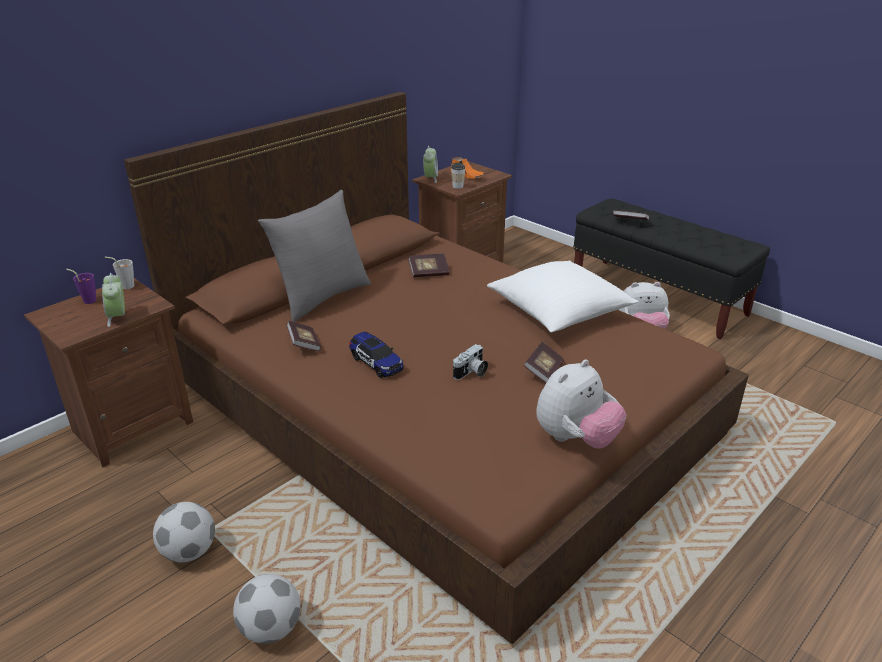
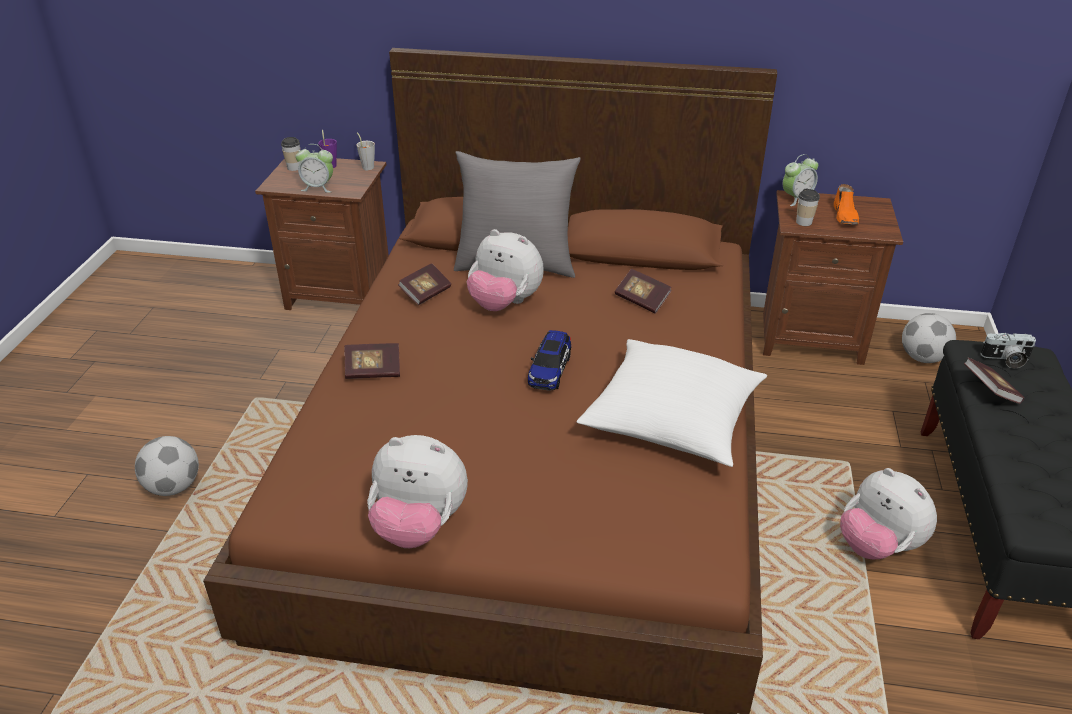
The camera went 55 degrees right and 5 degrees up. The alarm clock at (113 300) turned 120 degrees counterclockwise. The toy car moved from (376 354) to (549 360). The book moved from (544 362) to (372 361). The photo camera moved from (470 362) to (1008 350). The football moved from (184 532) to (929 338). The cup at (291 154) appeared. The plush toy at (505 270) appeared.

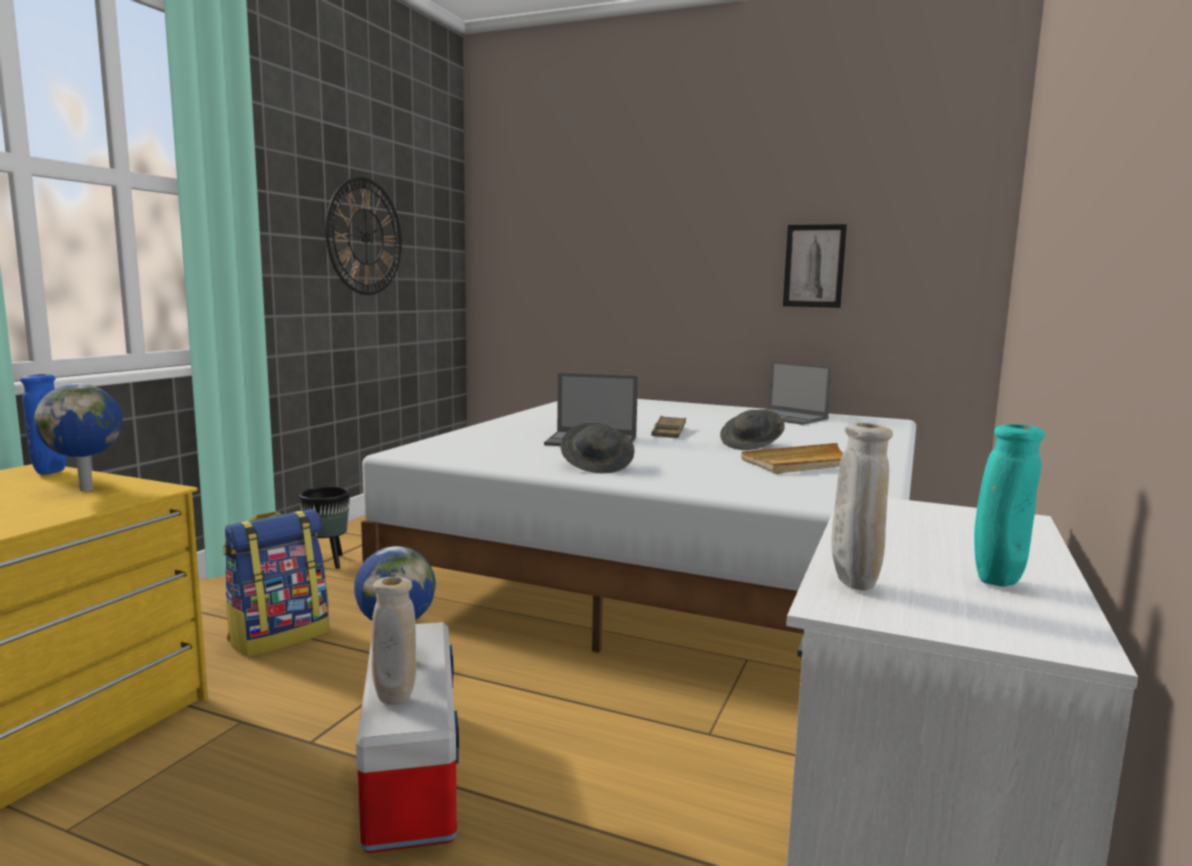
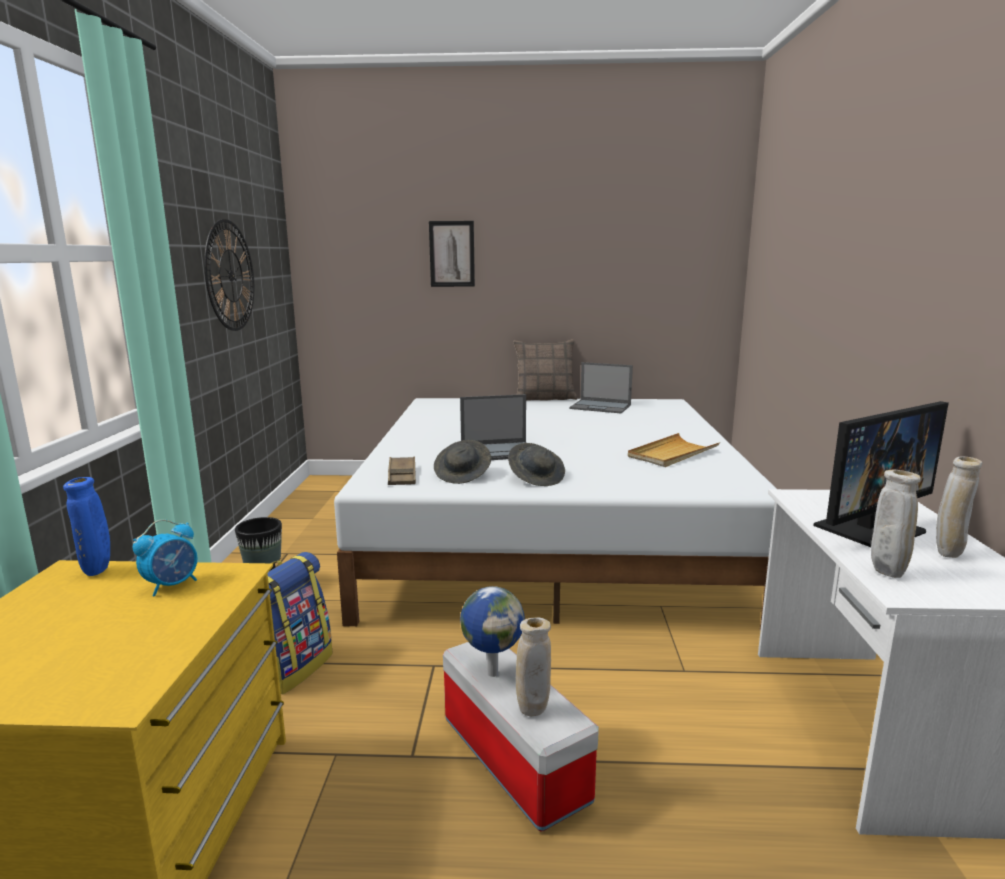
The camera went 20 degrees left and 5 degrees up. The picture moved from (815 266) to (452 254). The globe at (78 437) was replaced by the alarm clock at (165 558). The hat (grey) moved from (752 429) to (462 462). The tray (brown) moved from (668 427) to (402 471). The vase (turquoise) at (1009 505) became the vase (beige) at (959 507). The pillow at (545 370) appeared. The monitor at (881 474) appeared.

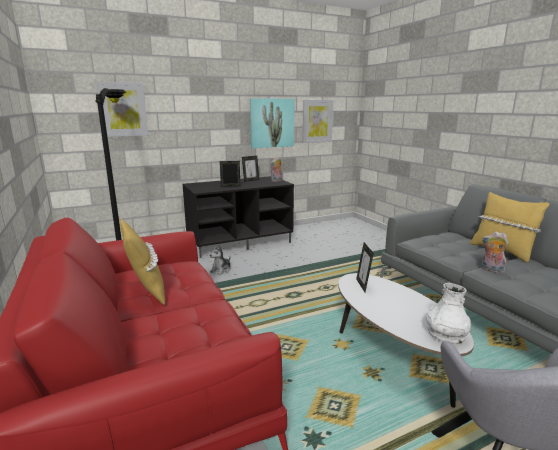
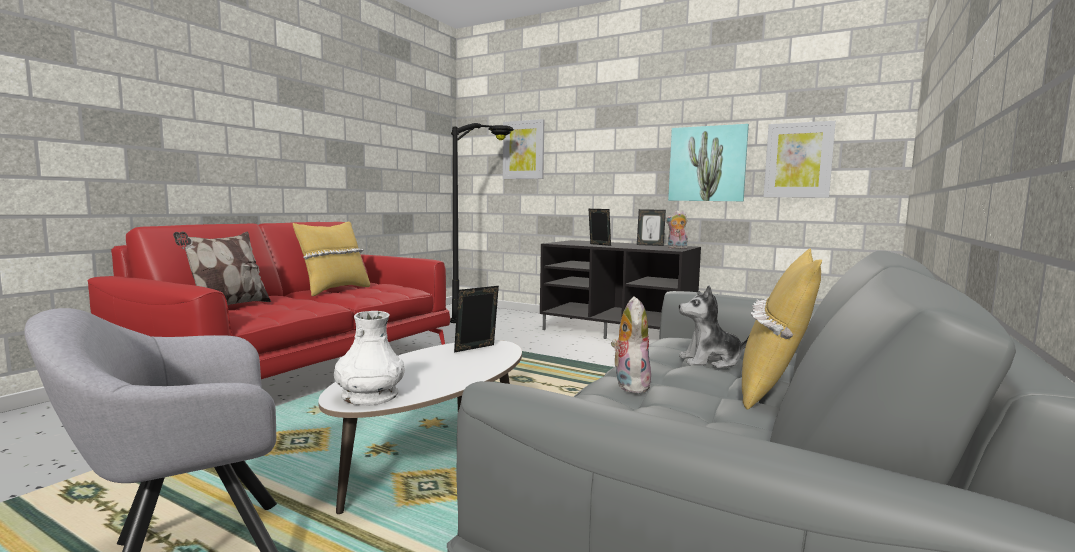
The camera went 55 degrees right and 10 degrees down. The plush toy moved from (220 260) to (714 326). The pillow at (222 268) appeared.

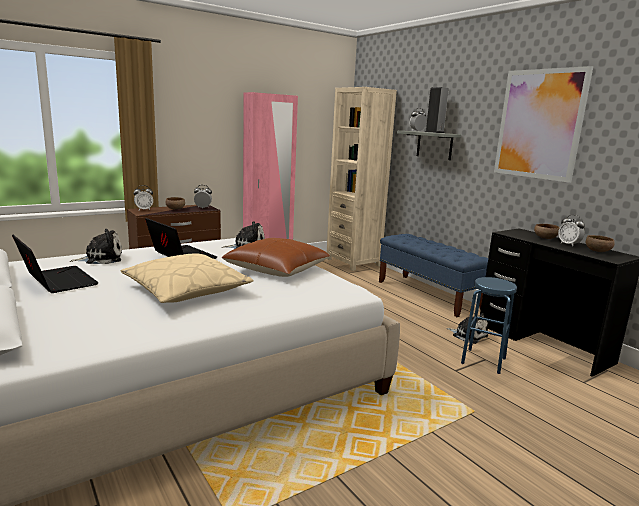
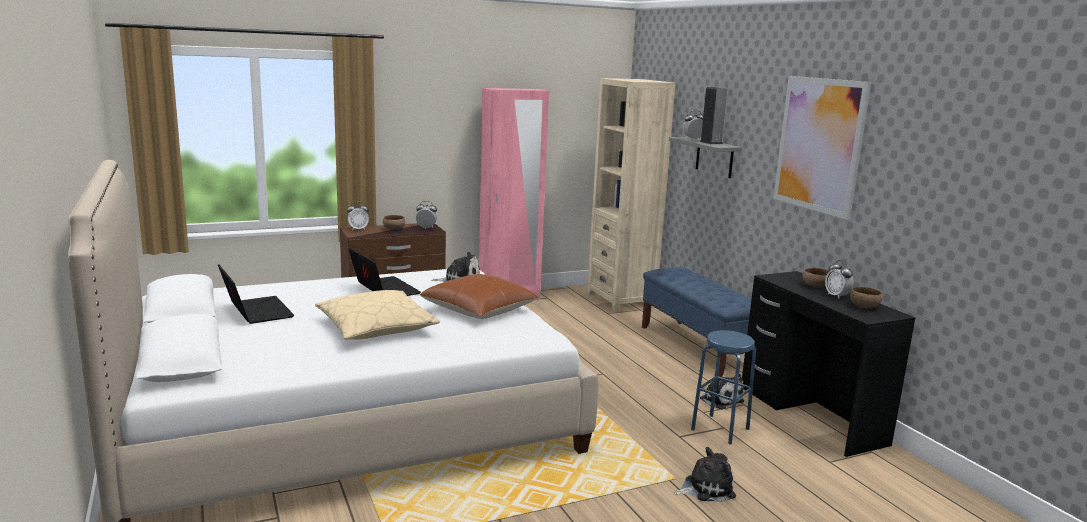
The camera went 10 degrees right and 0 degrees up. The plush toy moved from (96 246) to (705 474).

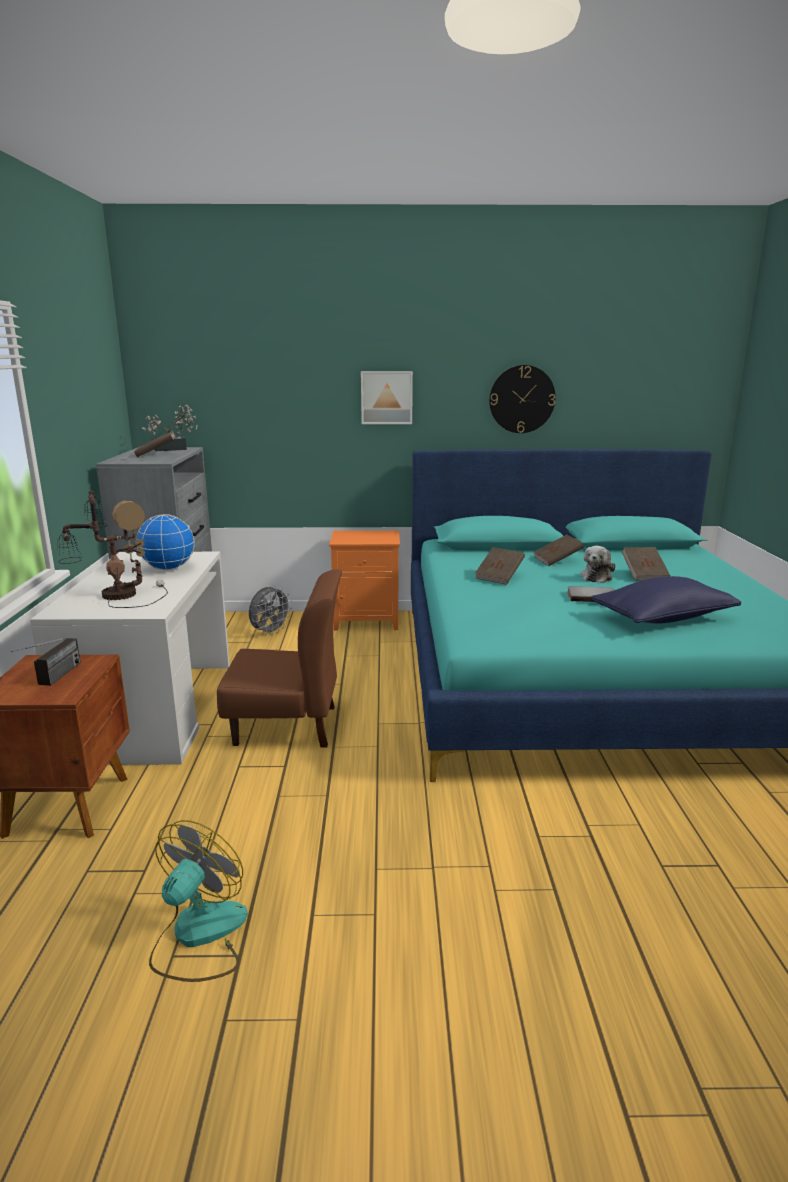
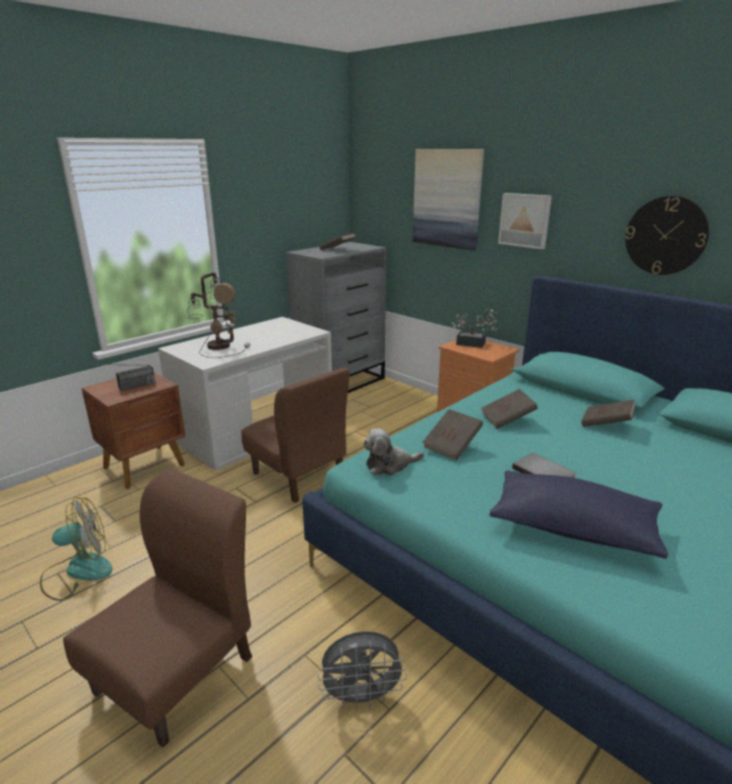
The camera went 45 degrees right and 5 degrees up. The potted plant moved from (170 428) to (474 328). The globe at (165 542) disappeared. The plush toy moved from (598 564) to (393 451). The book (brown) moved from (646 564) to (453 434). The fan (grey) moved from (270 611) to (362 670). The picture at (448 200) appeared. The chair (brown) at (157 608) appeared.

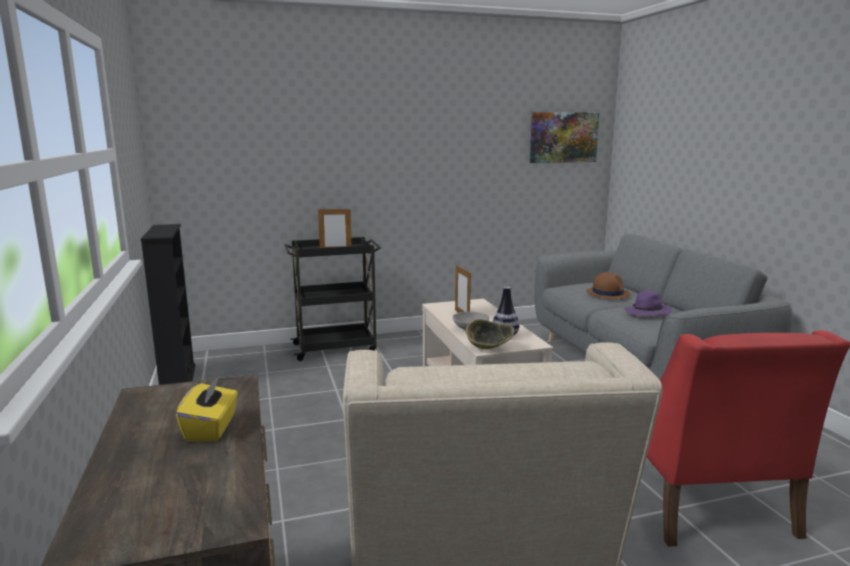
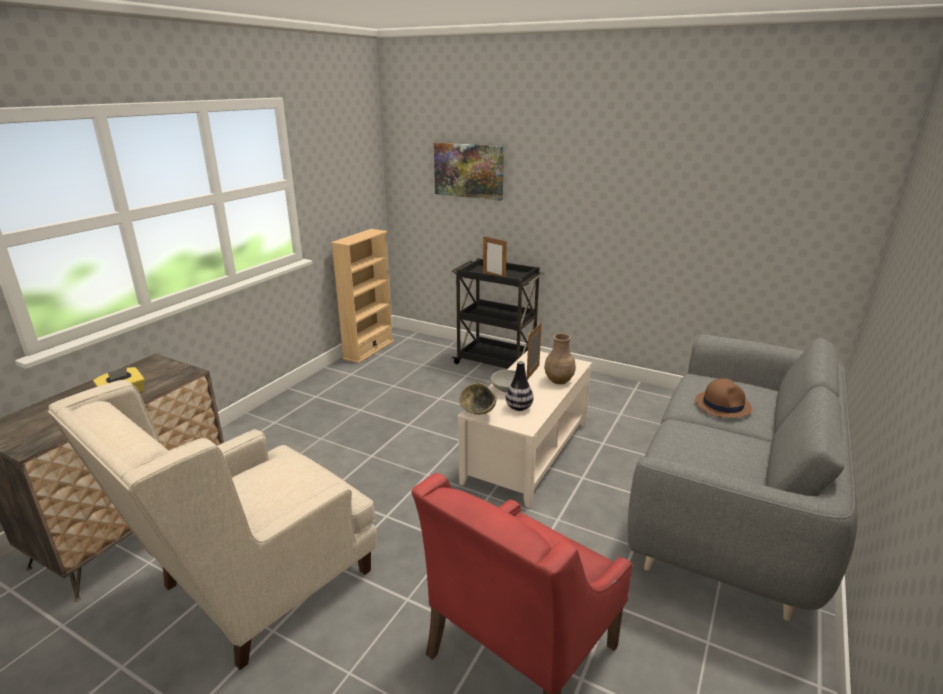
The camera went 45 degrees right and 10 degrees up. The picture moved from (565 137) to (469 171). The bookcase (black) at (168 304) became the bookcase (beige) at (362 296). The hat (purple) at (648 303) disappeared. The vase (brown) at (560 358) appeared.

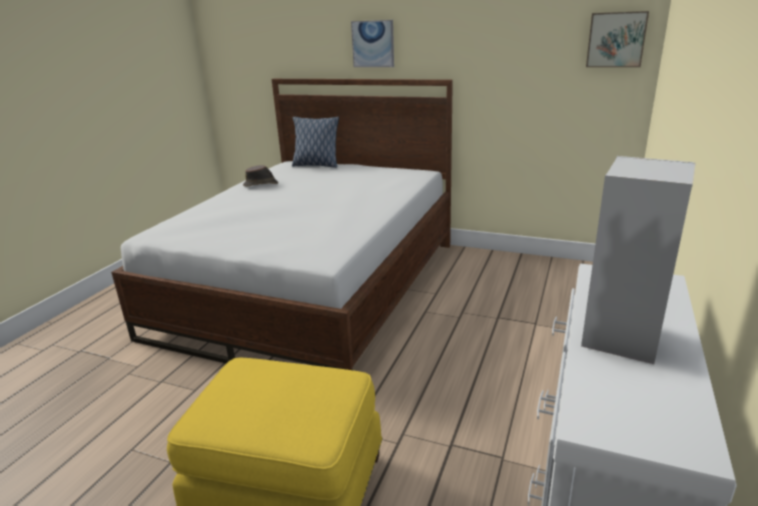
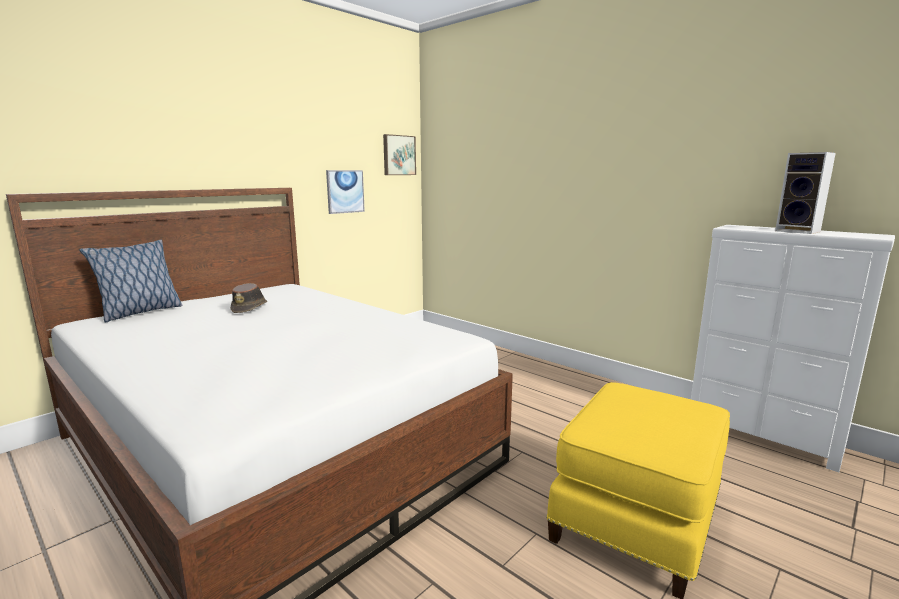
The camera went 70 degrees left and 10 degrees down. The picture moved from (372 43) to (345 192). The hat (brown) moved from (260 175) to (248 298).

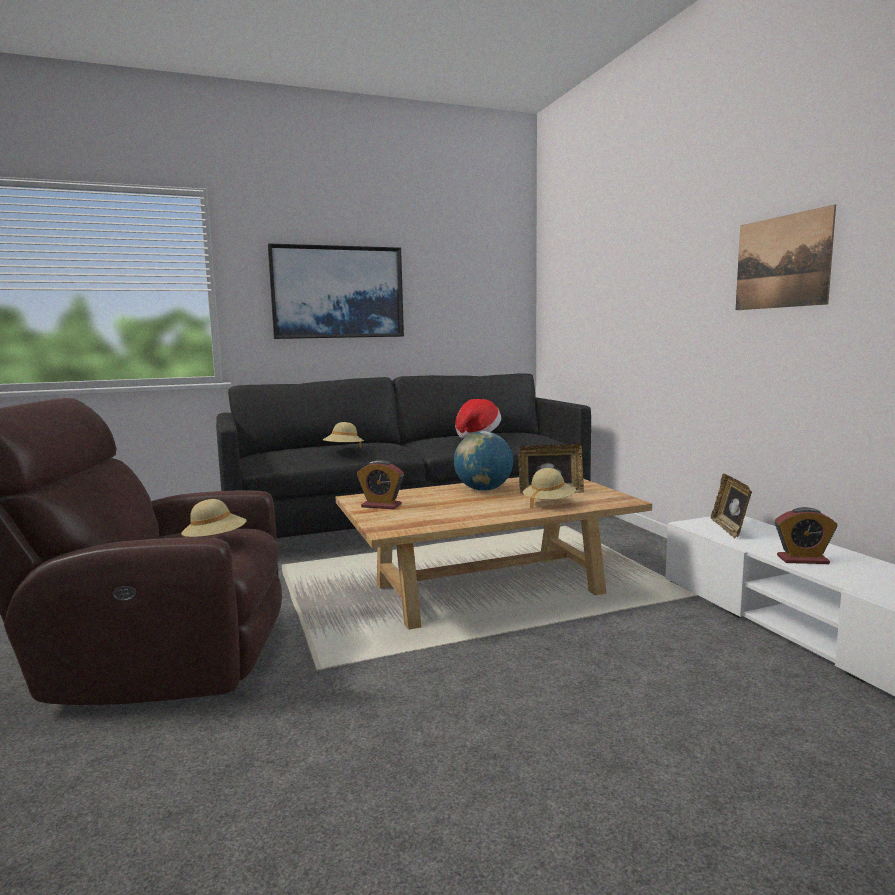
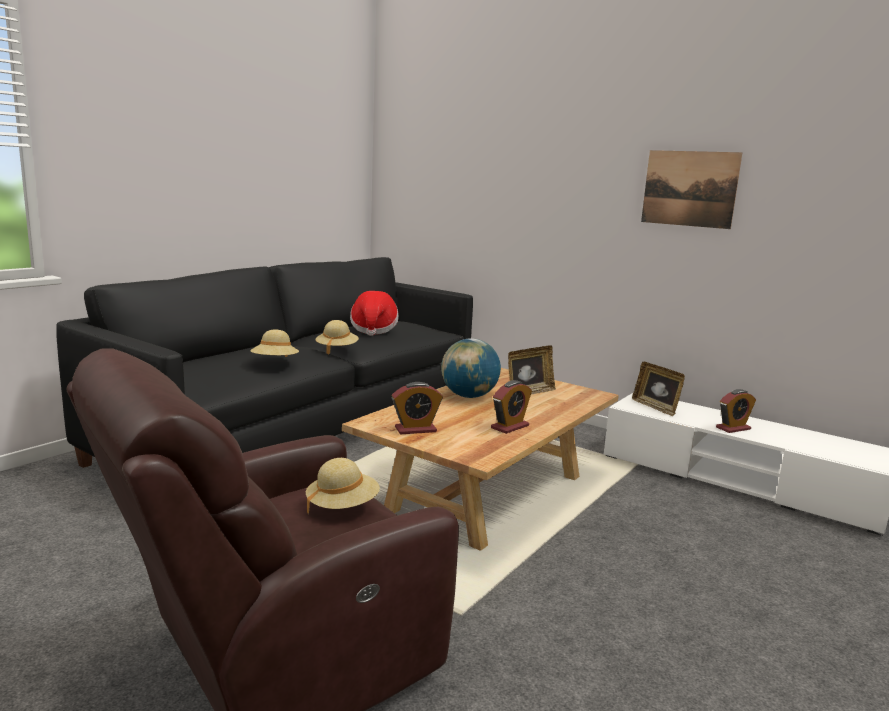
The camera went 35 degrees left and 5 degrees up. The picture at (336 291) disappeared. The hat (beige) moved from (549 488) to (337 337). The alarm clock at (511 407) appeared.

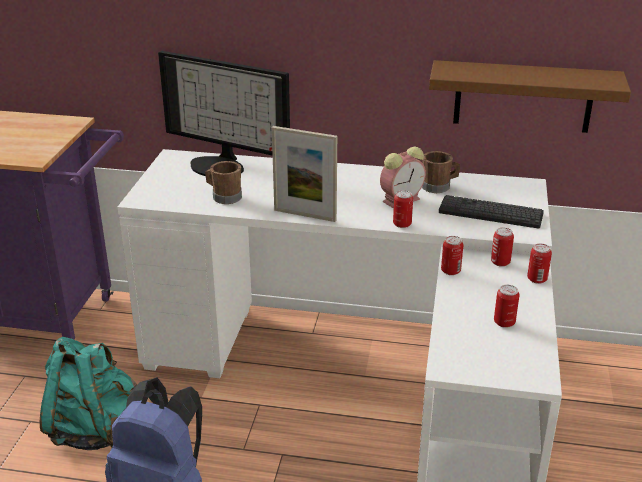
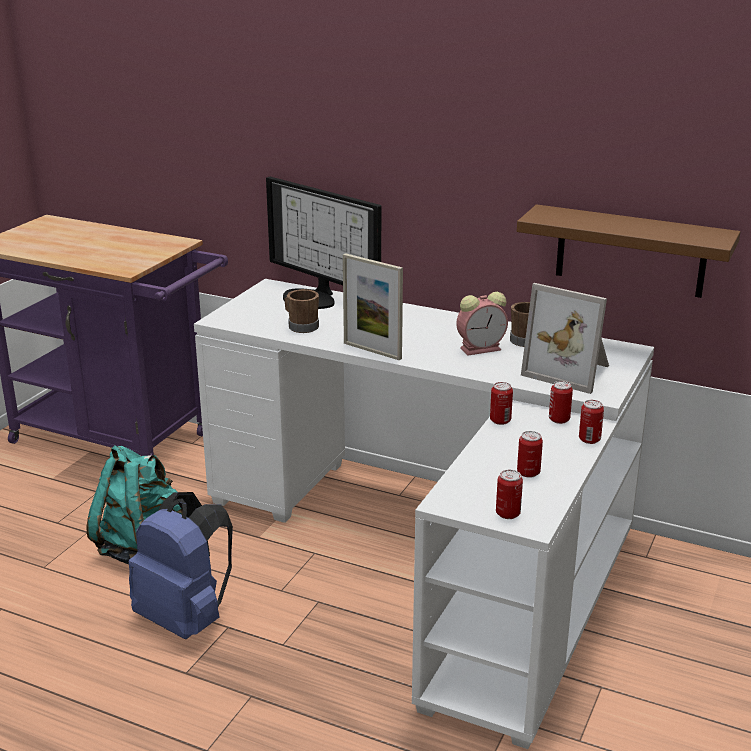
The camera went 15 degrees right and 5 degrees down. The can moved from (403 209) to (509 494). The keyboard at (491 212) was replaced by the picture frame at (565 338).

